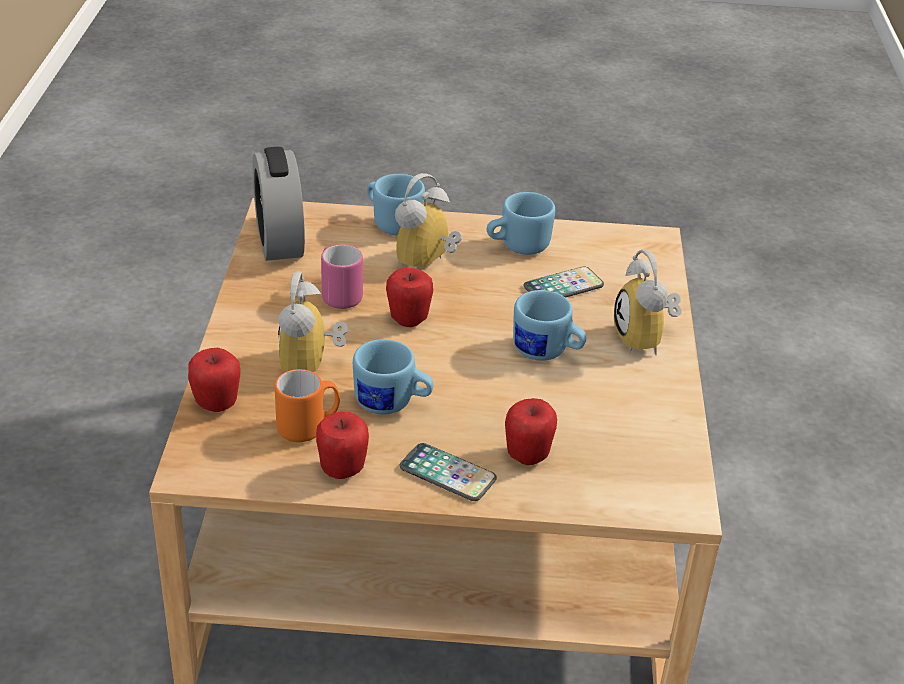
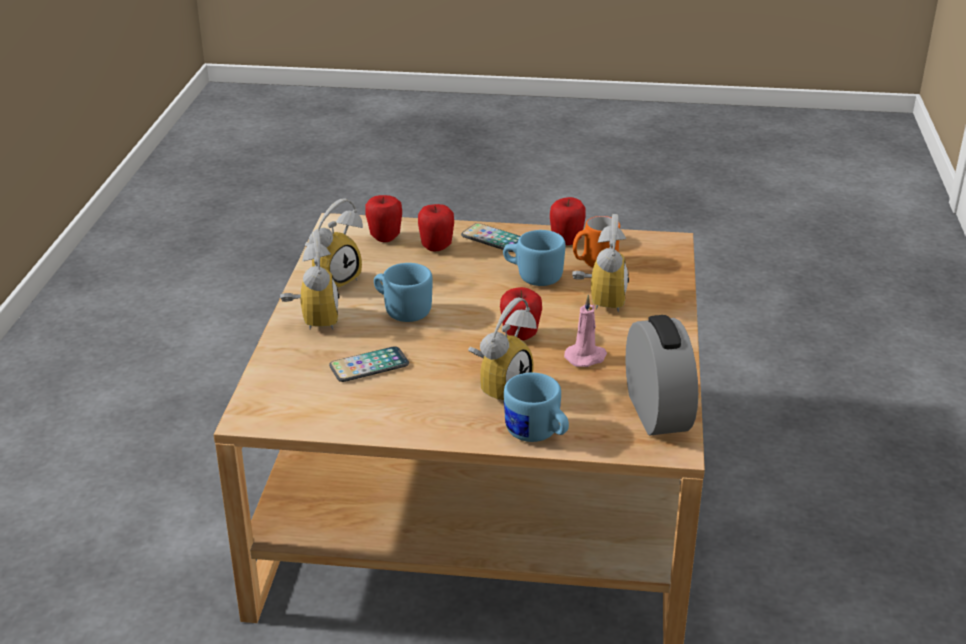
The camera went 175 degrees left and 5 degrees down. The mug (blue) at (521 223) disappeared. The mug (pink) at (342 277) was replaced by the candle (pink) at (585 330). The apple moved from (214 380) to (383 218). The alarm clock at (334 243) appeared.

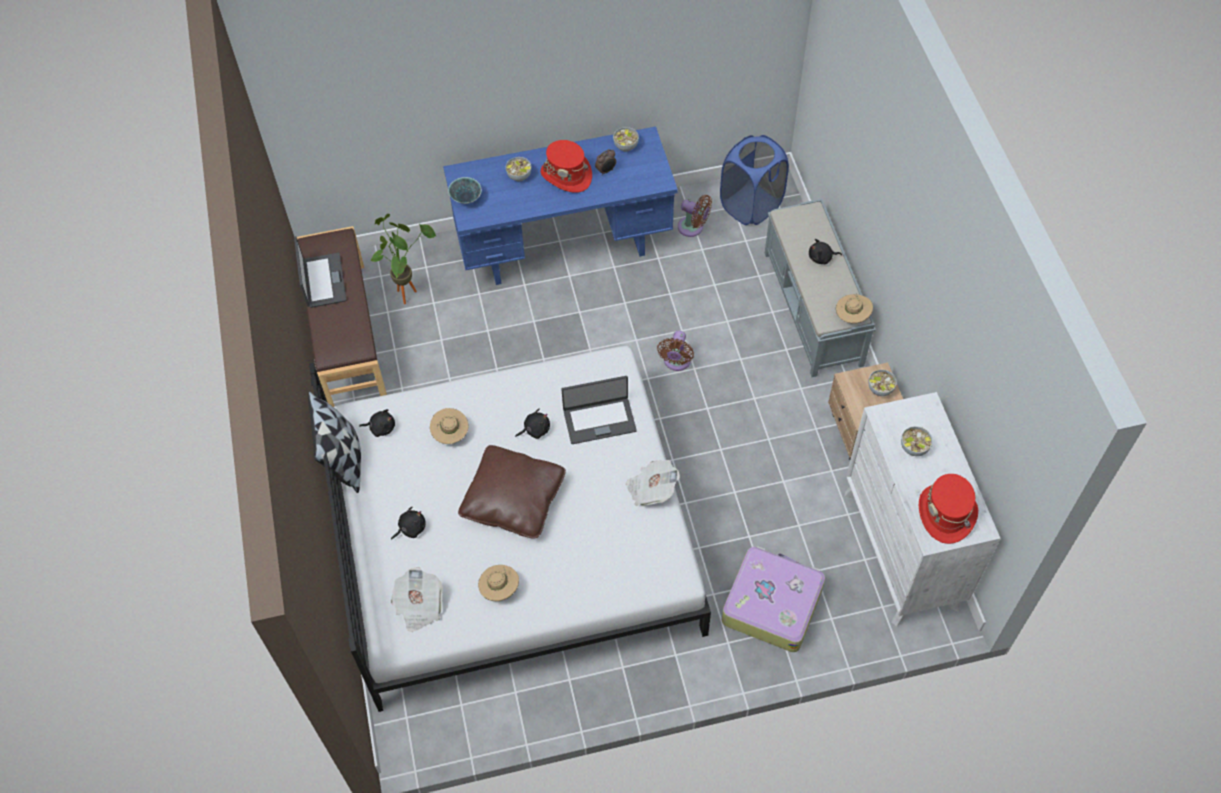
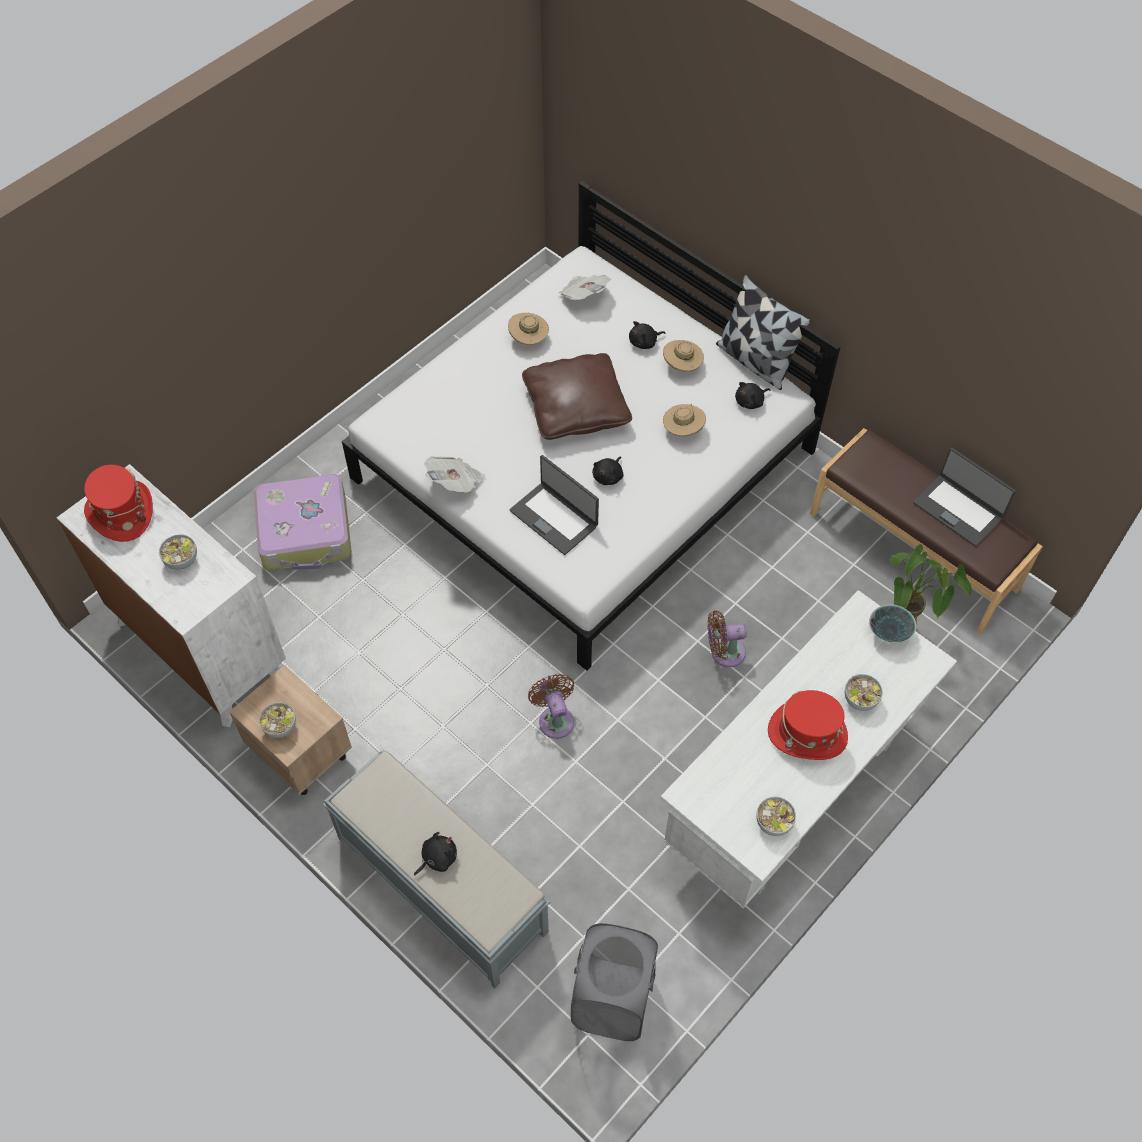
The camera went 145 degrees right and 0 degrees up. The desk (blue) at (560 205) became the desk (white) at (808 749). The laundry basket (blue) at (754 180) became the laundry basket (grey) at (614 982). The alarm clock at (605 162) disappeared. The fan (brown) moved from (695 216) to (727 638). The hat (beige) moved from (854 309) to (683 356). The laptop at (599 410) turned 90 degrees counterclockwise. The plush toy (black) at (408 523) turned 45 degrees clockwise.

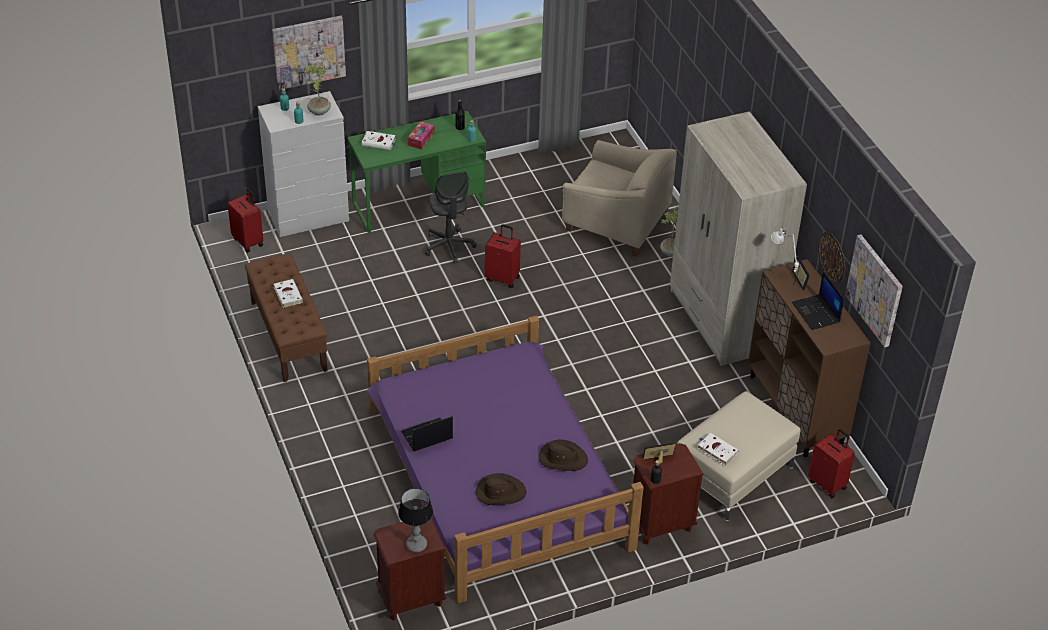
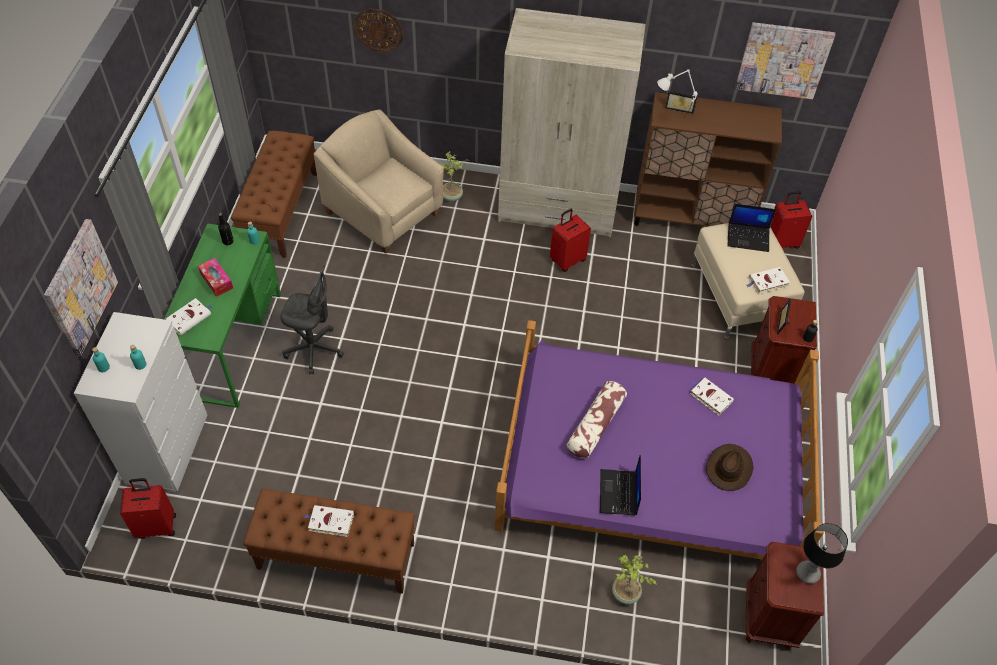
The camera went 60 degrees left and 10 degrees up. The potted plant moved from (317 89) to (634 579). The armchair (beige) at (619 198) turned 105 degrees counterclockwise. The suitcase (red) moved from (503 256) to (570 240). The wall clock moved from (831 258) to (378 30). The laptop moved from (818 301) to (751 228). The hat (brown) at (563 455) was replaced by the book (white) at (712 397). The bench (brown) at (274 194) appeared. The pillow at (597 419) appeared.

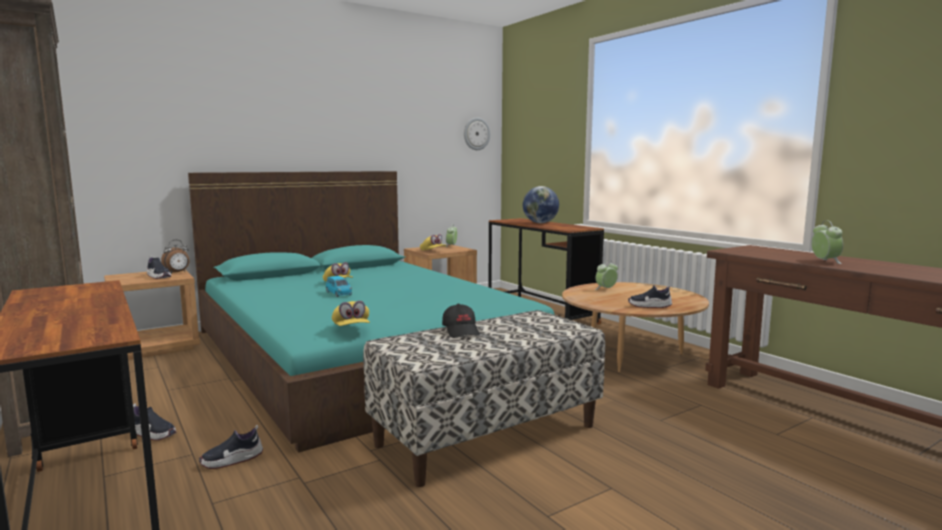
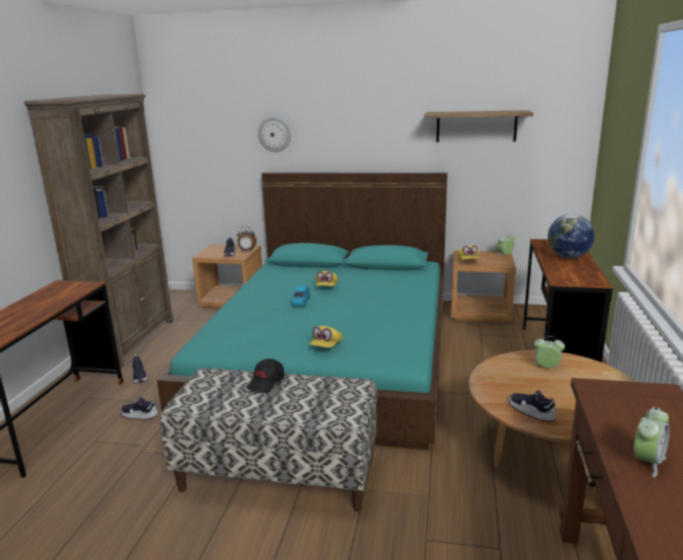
The camera went 45 degrees right and 10 degrees up. The wall clock moved from (477 133) to (274 134). The cap (yellow) moved from (351 313) to (326 337). The shelf at (479 126) appeared.

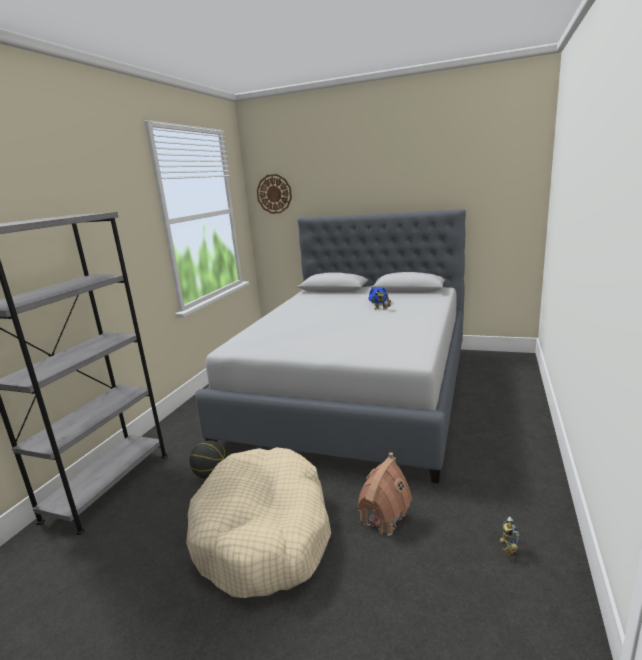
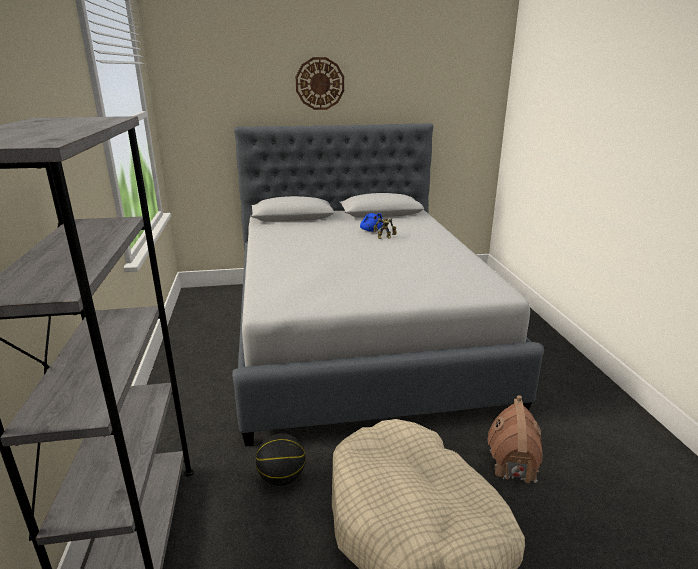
The camera went 30 degrees left and 5 degrees up. The wall clock moved from (274 194) to (320 83). The toy robot at (509 536) disappeared.

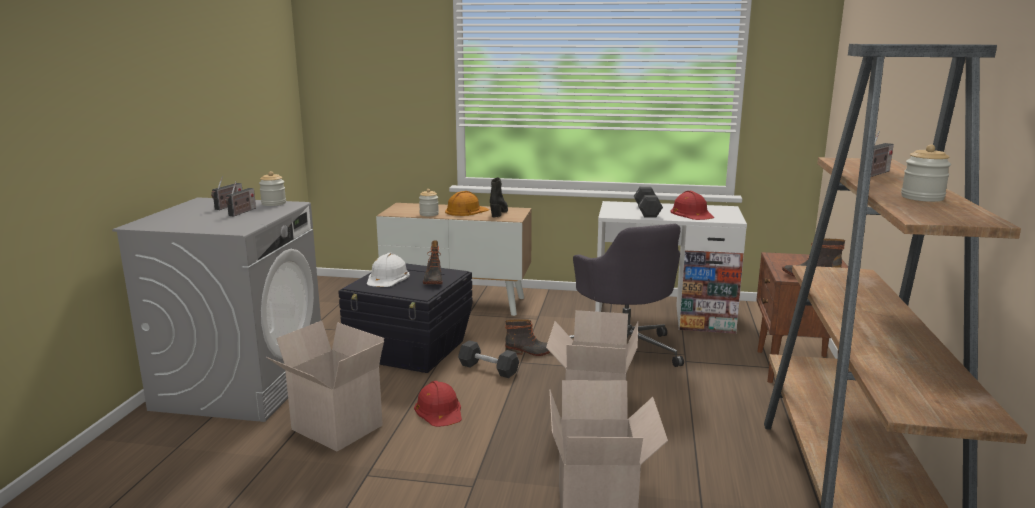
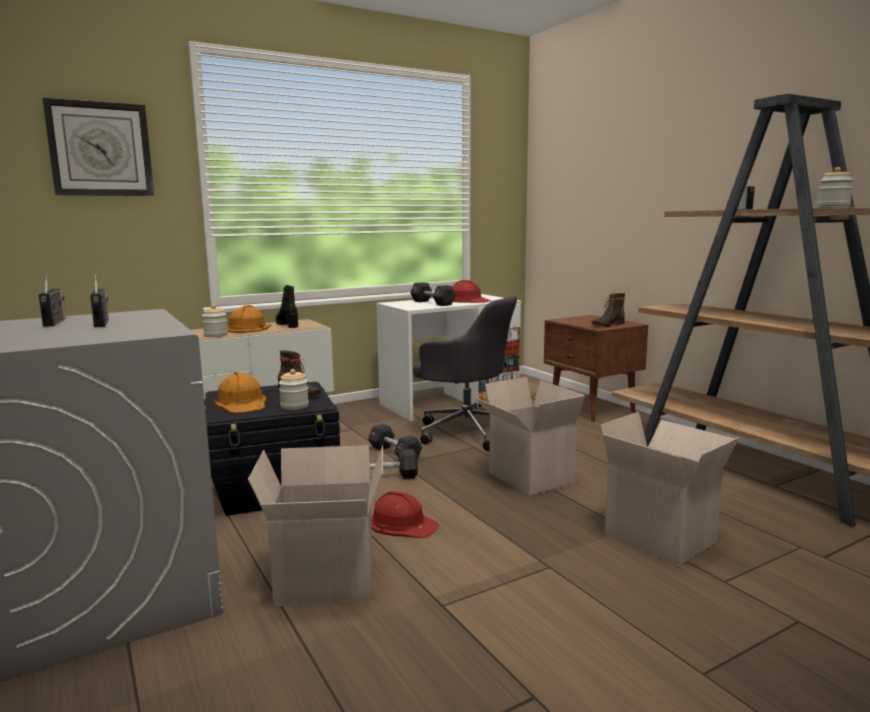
The camera went 40 degrees left and 5 degrees down. The jar moved from (272 188) to (294 389). The hard hat (white) at (388 270) became the hard hat (orange) at (240 392). The boot at (527 337) was replaced by the dumbbell (black) at (395 441). The wall clock at (98 147) appeared.

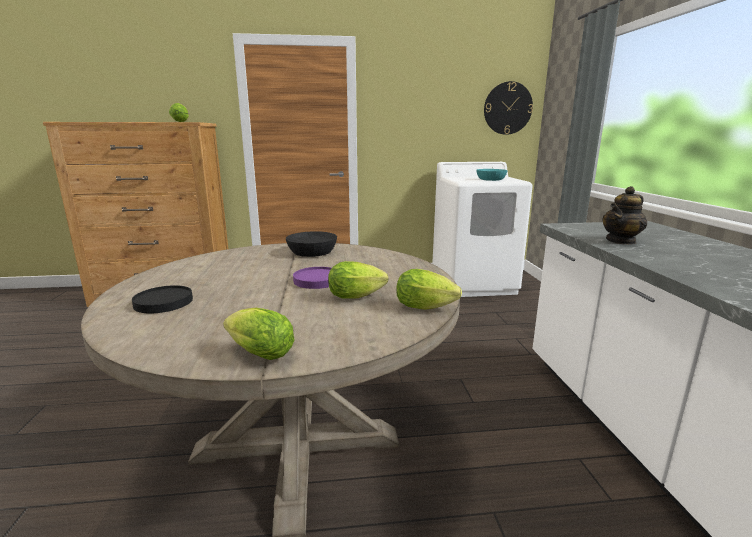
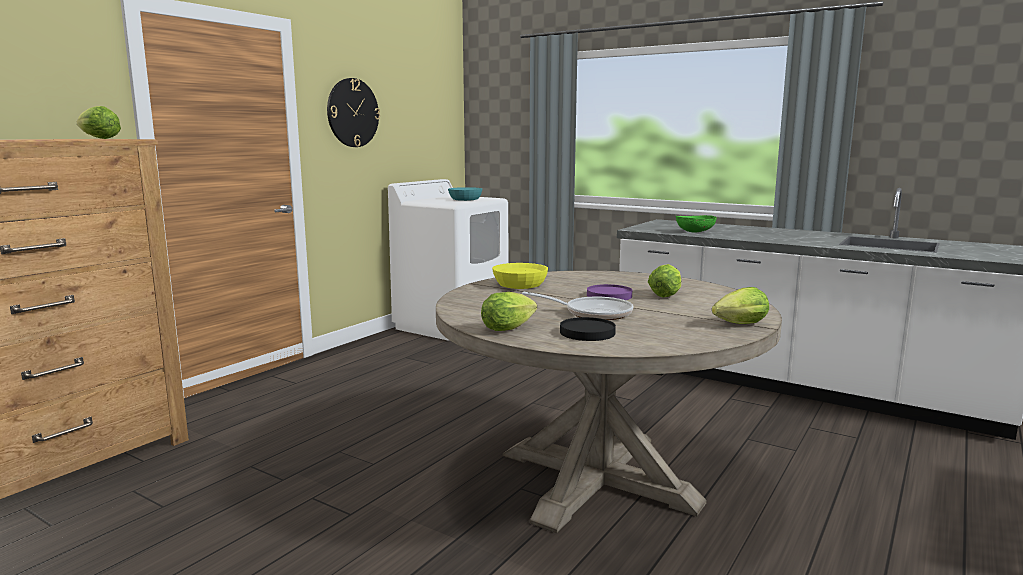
The camera went 50 degrees left and 5 degrees down. The wall clock moved from (508 108) to (353 112). The teapot at (624 215) was replaced by the bowl (green) at (696 223). The bowl (black) at (311 244) became the bowl (yellow) at (520 276). The lettuce moved from (429 289) to (509 311). The frying pan at (577 306) appeared.

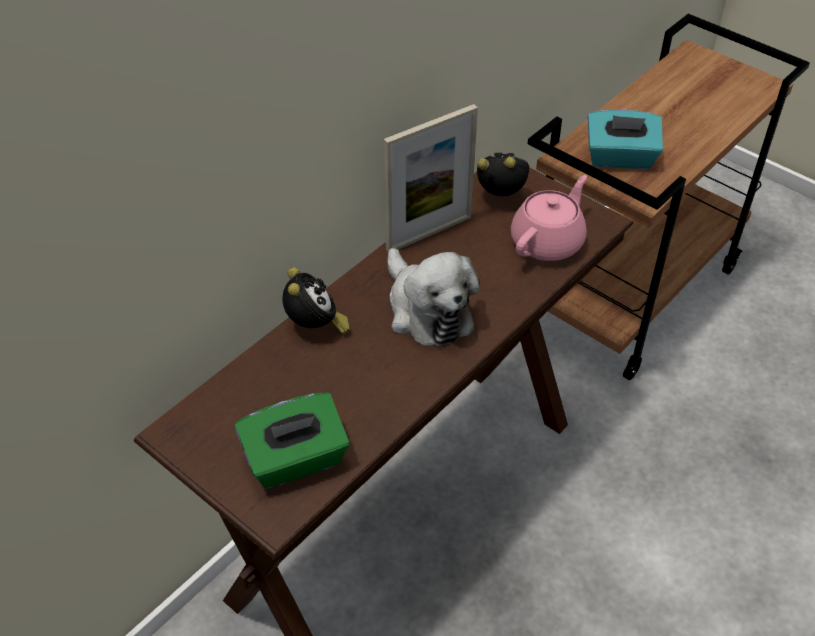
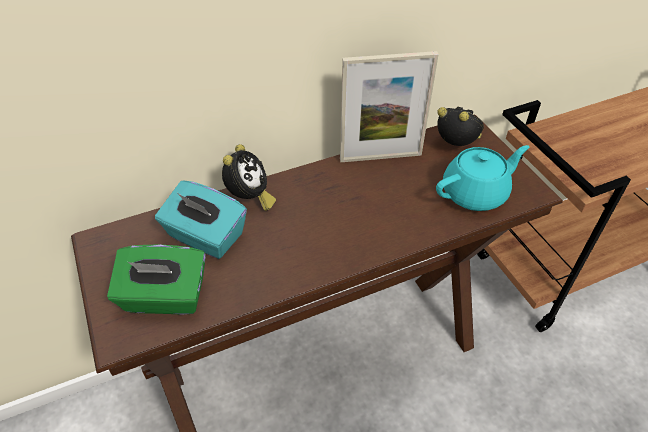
The camera went 25 degrees right and 0 degrees up. The tissue box (turquoise) moved from (625 139) to (201 220). The teapot (pink) at (549 218) became the teapot (turquoise) at (482 178). The plush toy at (433 298) disappeared.

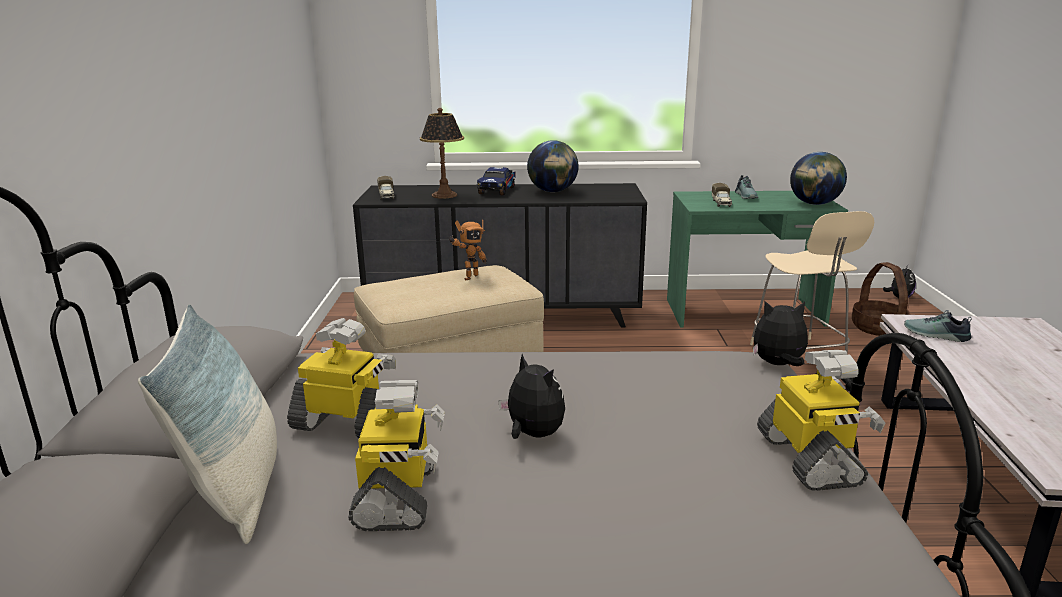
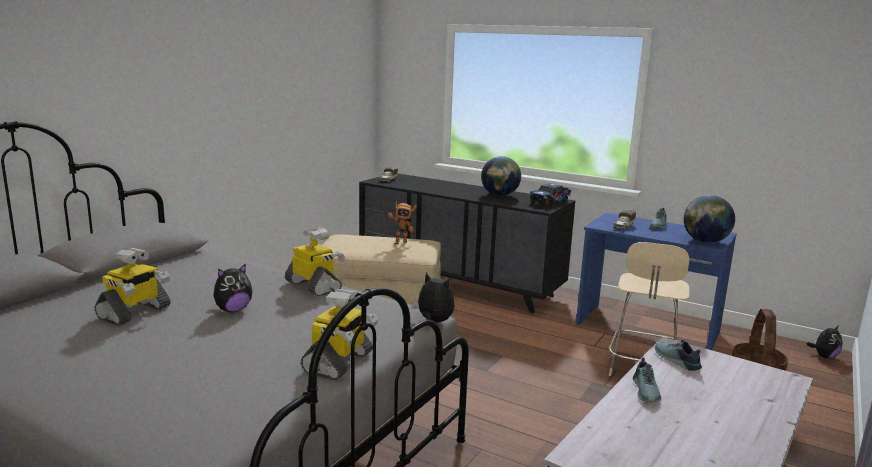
The camera went 30 degrees right and 5 degrees down. The table lamp at (442 153) disappeared. The toy truck moved from (496 181) to (550 195). The desk (green) at (757 259) became the desk (blue) at (656 281). The pillow at (207 424) disappeared. The toy robot moved from (341 378) to (315 261). The plush toy at (531 396) turned 60 degrees clockwise. The shoe at (647 380) appeared.

